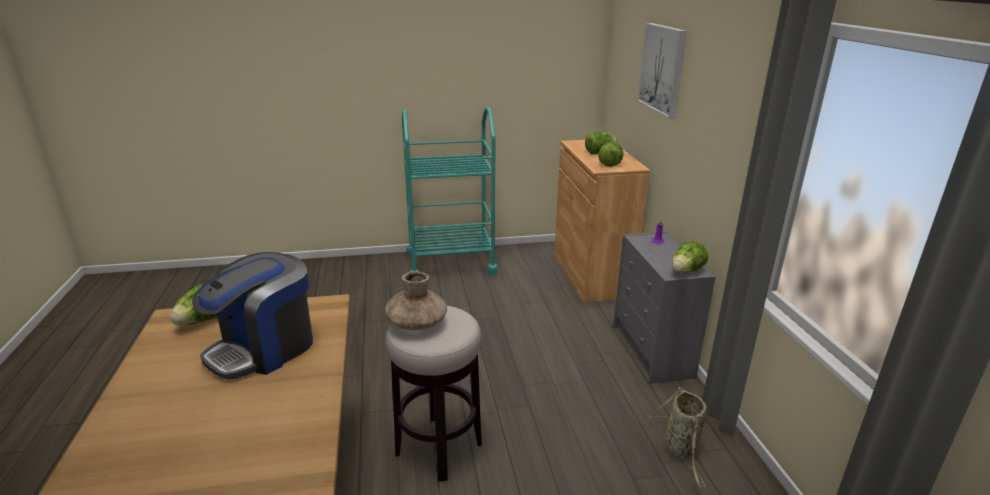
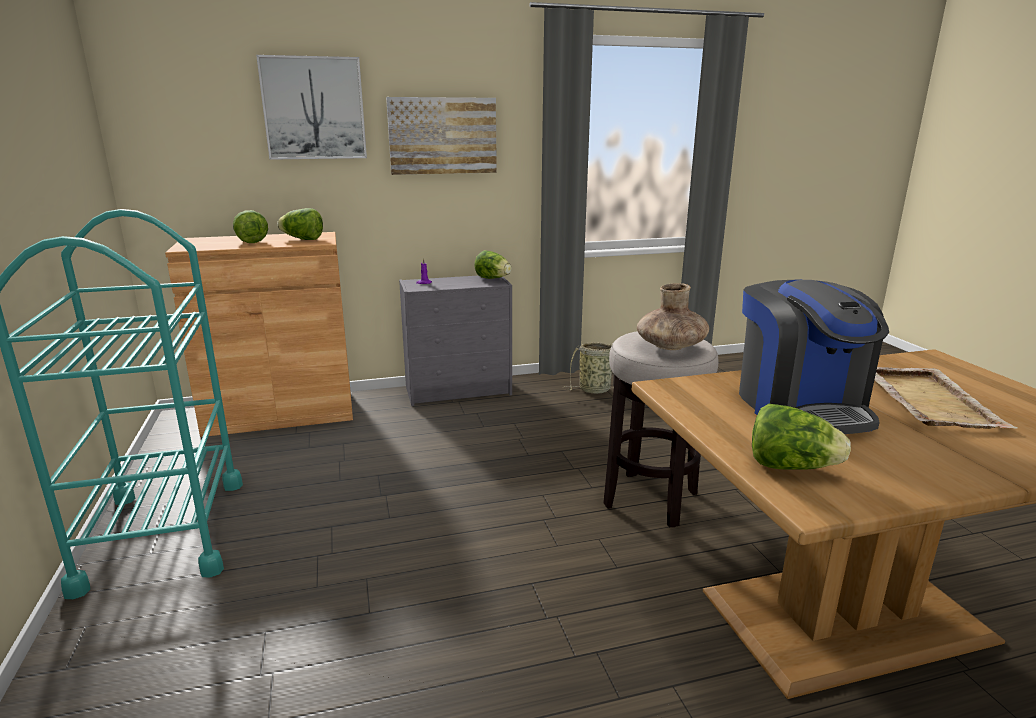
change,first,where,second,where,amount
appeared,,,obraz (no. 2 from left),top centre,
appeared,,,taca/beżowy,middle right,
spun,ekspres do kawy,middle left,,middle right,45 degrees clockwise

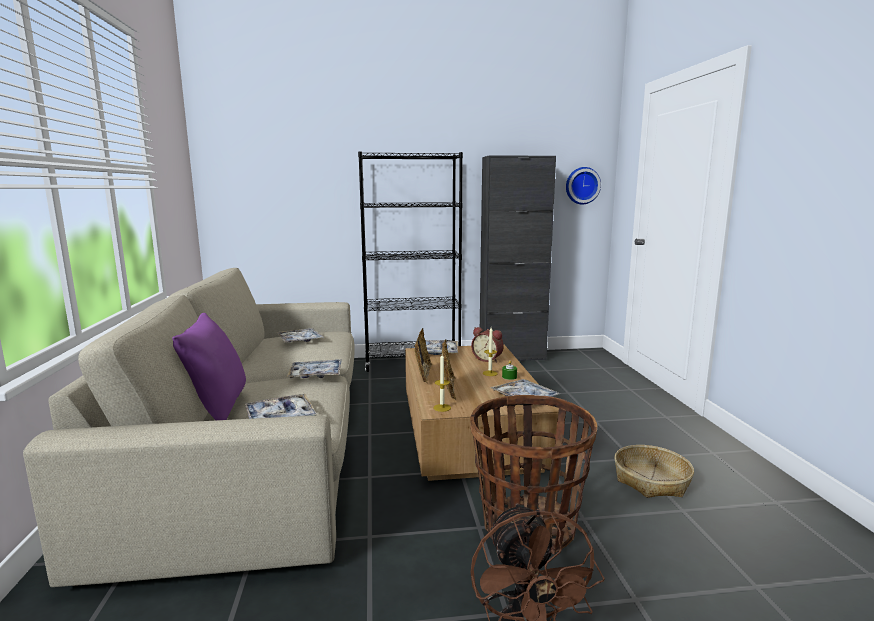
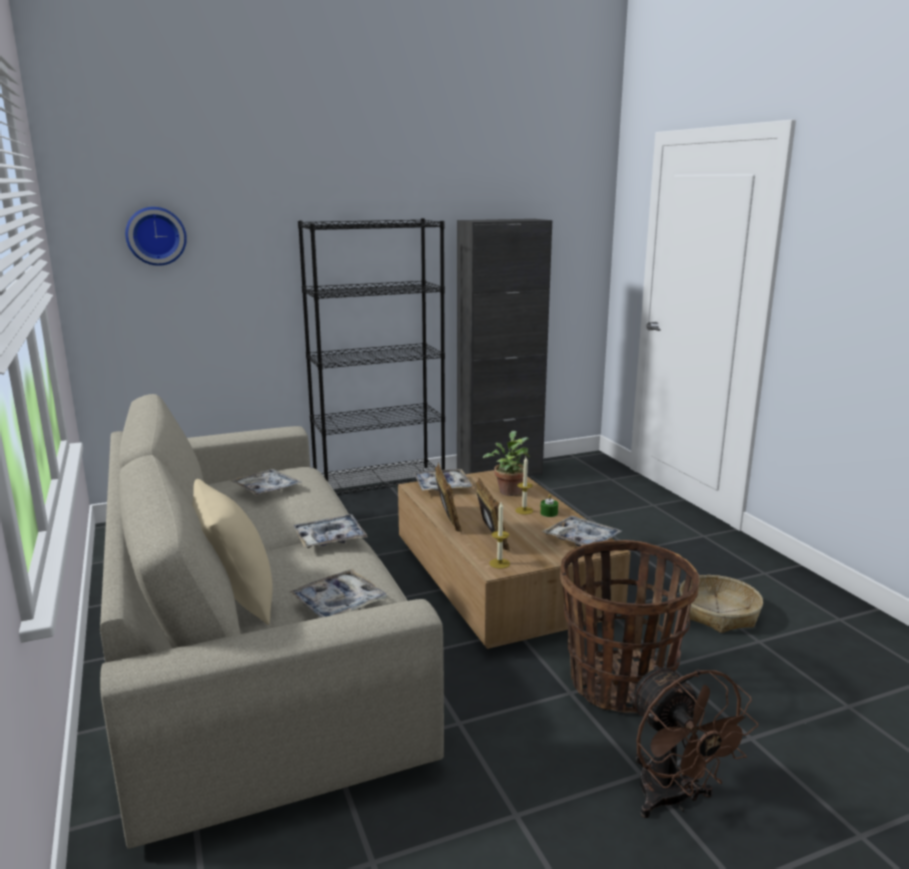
change,first,where,second,where,amount
relocated,zegar ścienny,top right,,top left,
exchanged,budzik,centre,roślina doniczkowa,centre,
colour,poduszka/fioletowy,middle left,poduszka/beżowy,middle left,

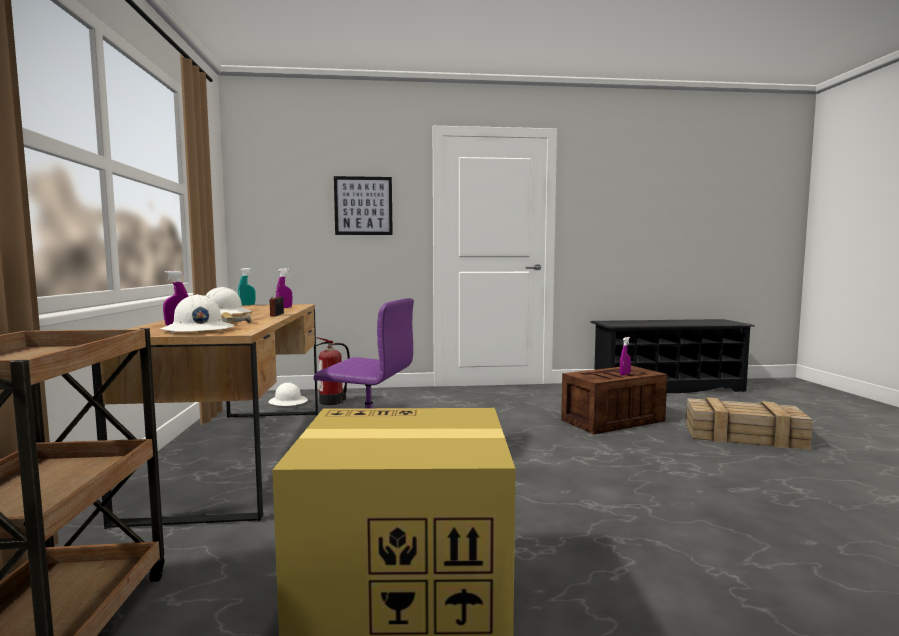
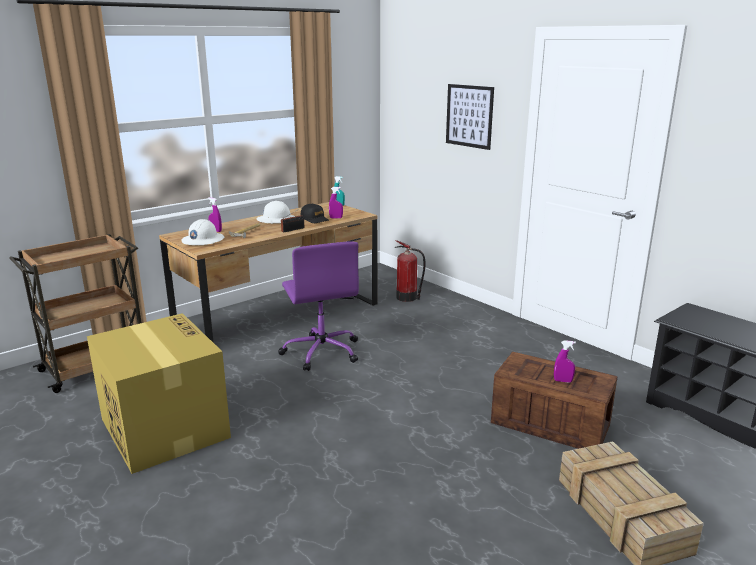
change,first,where,second,where,amount
missing,kask/biały (no. 3 from left),middle left,,,
appeared,,,czapka z daszkiem/czarny,centre,

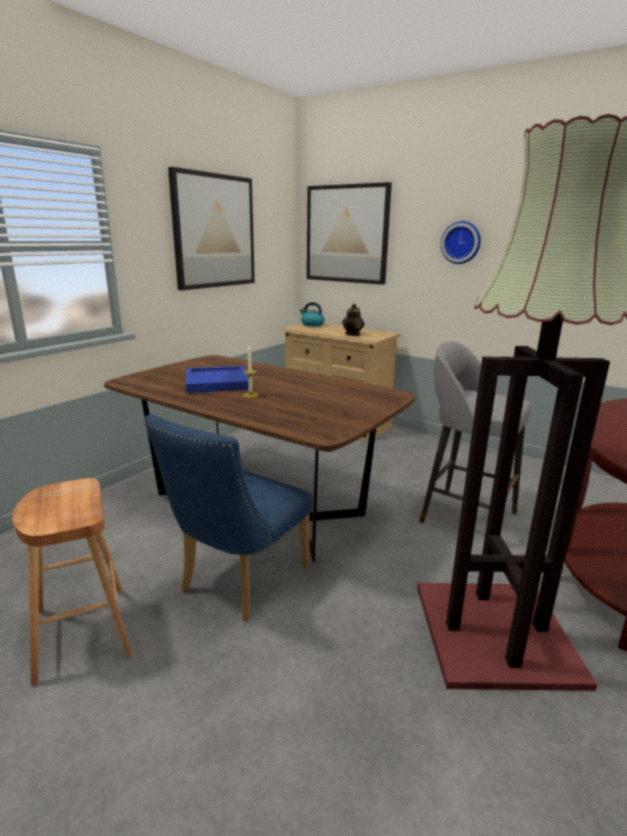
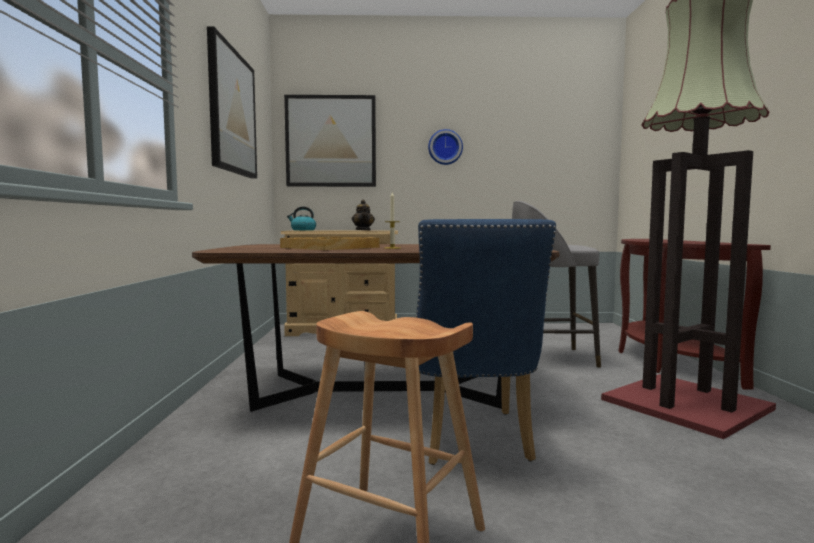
change,first,where,second,where,amount
colour,taca/niebieski,centre,taca/beżowy,centre,

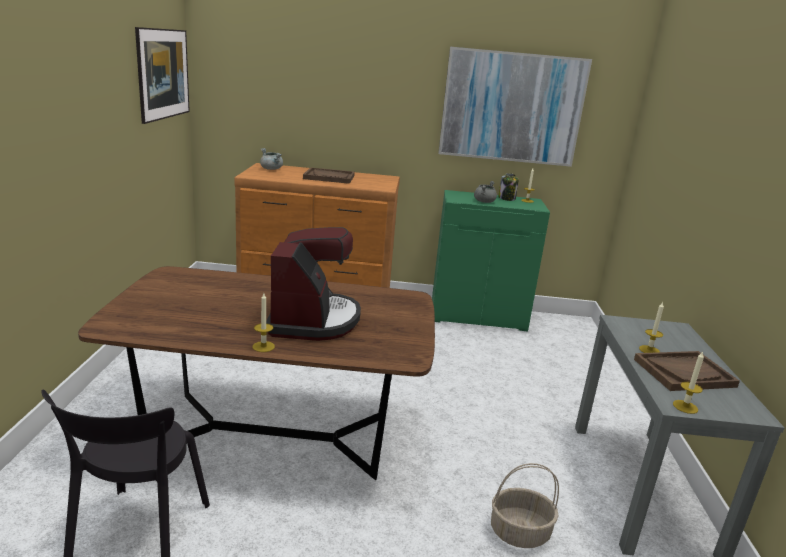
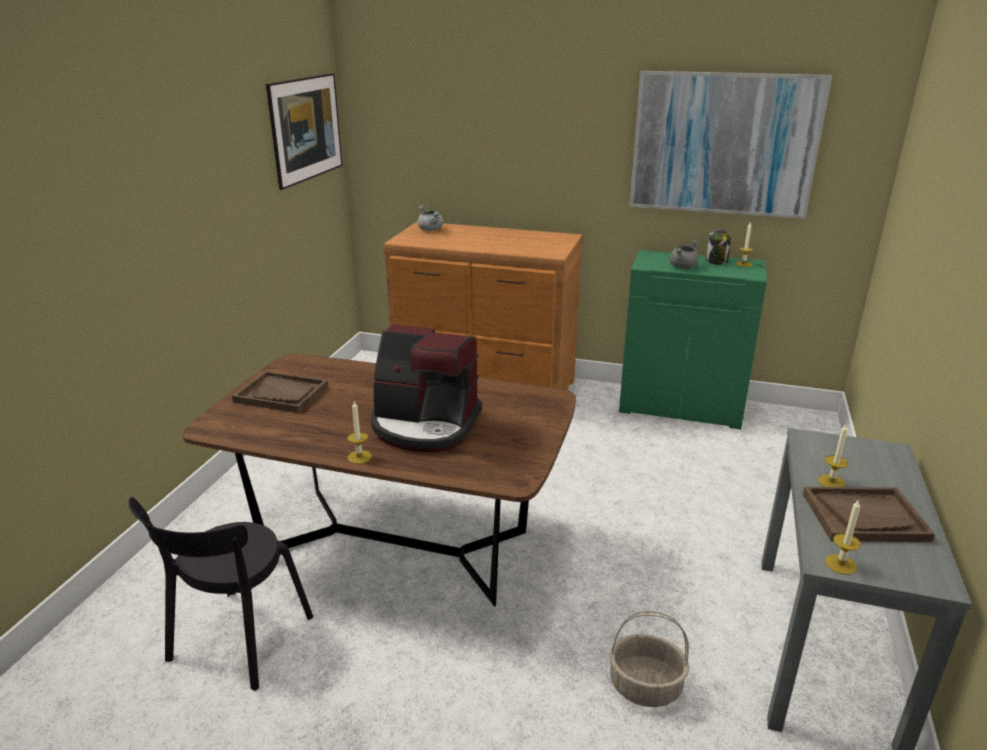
change,first,where,second,where,amount
relocated,taca/brązowy (no. 1 from left),top centre,,middle left,
spun,ekspres do kawy,centre,,centre,90 degrees clockwise

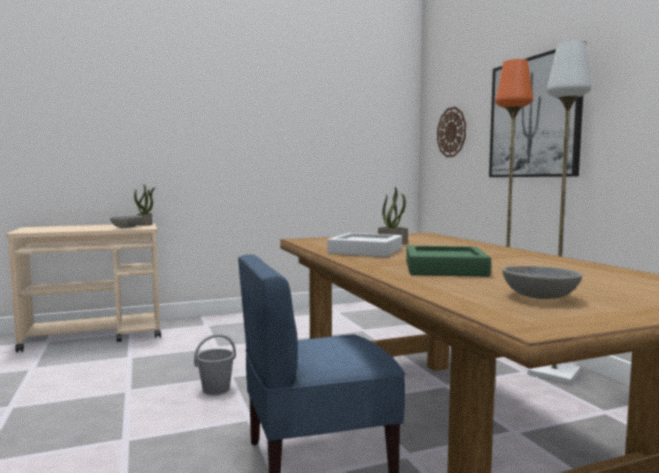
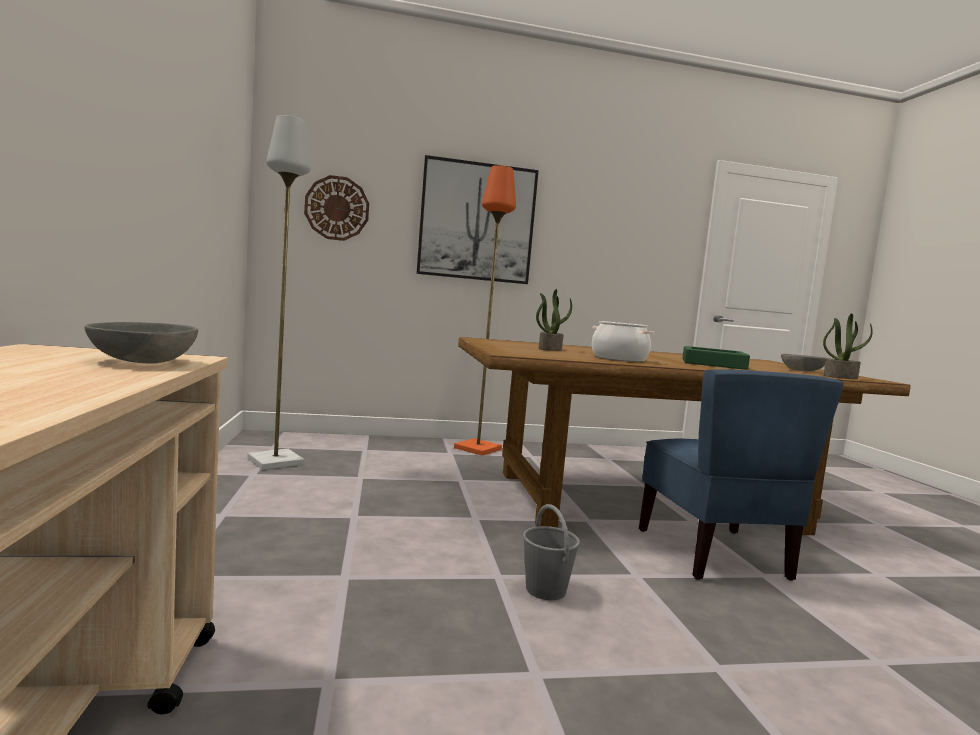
change,first,where,second,where,amount
relocated,roślina doniczkowa (no. 1 from left in the first image),middle left,roślina doniczkowa (no. 2 from left),middle right,
relocated,lampa stojąca/szary,middle right,,middle left,
exchanged,taca/szary,centre,garnek,centre,

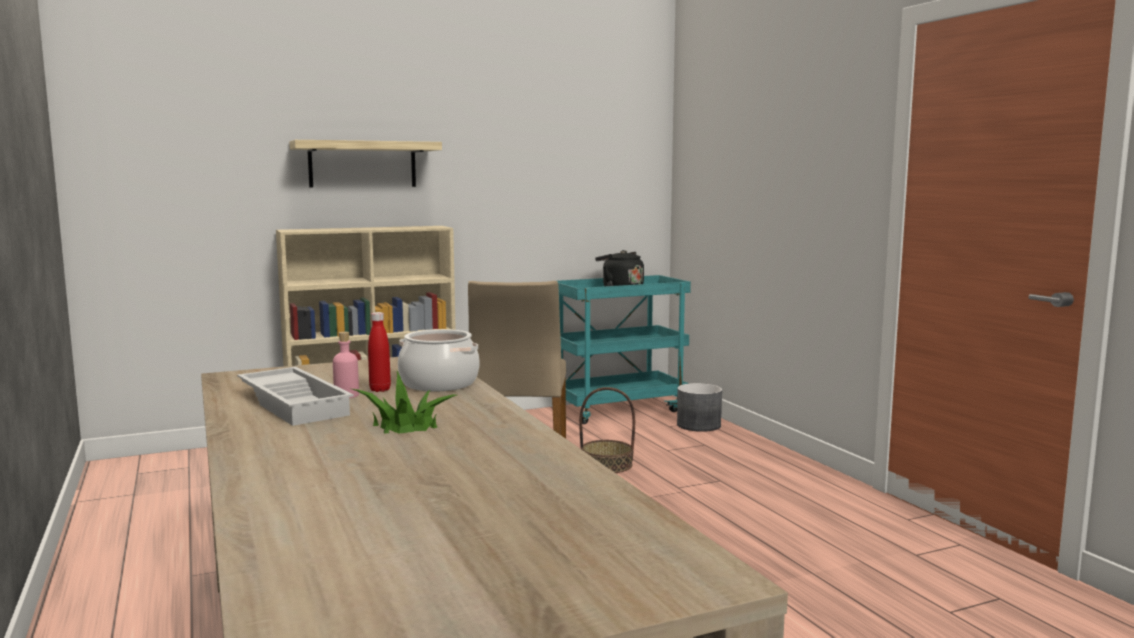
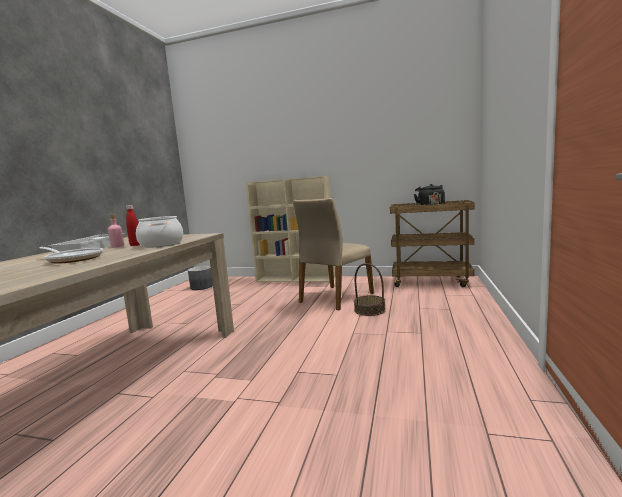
change,first,where,second,where,amount
missing,półka,top left,,,
relocated,donica/szary,centre,,middle left,
exchanged,roślina doniczkowa,centre,patelnia,middle left,
colour,wózek/turkusowy,centre,wózek/brązowy,middle right,

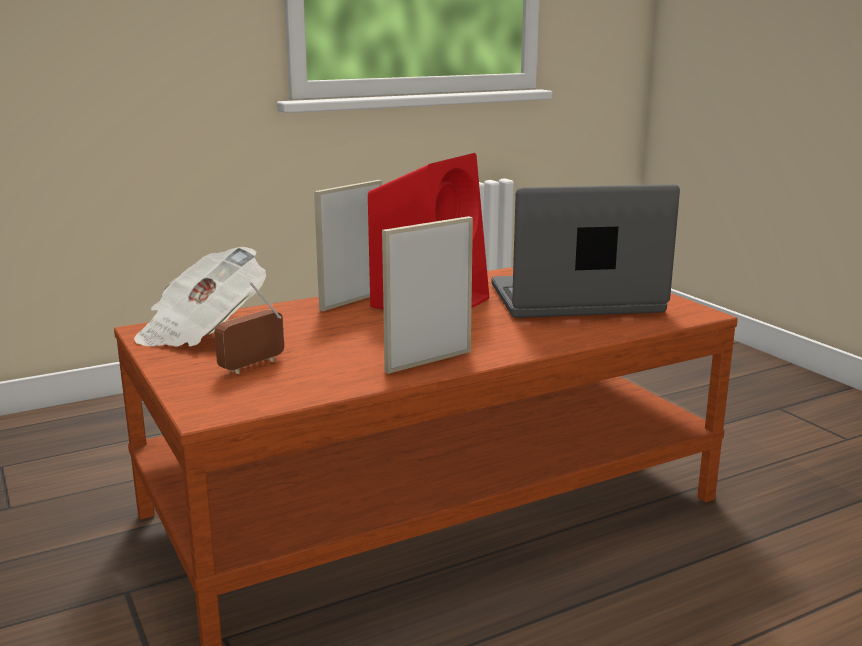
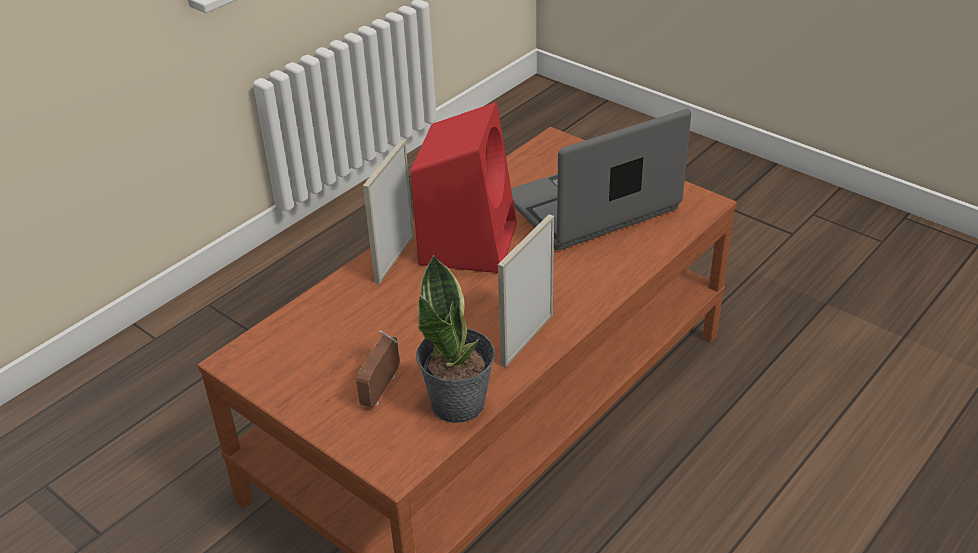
change,first,where,second,where,amount
missing,gazeta,middle left,,,
appeared,,,roślina doniczkowa,centre,

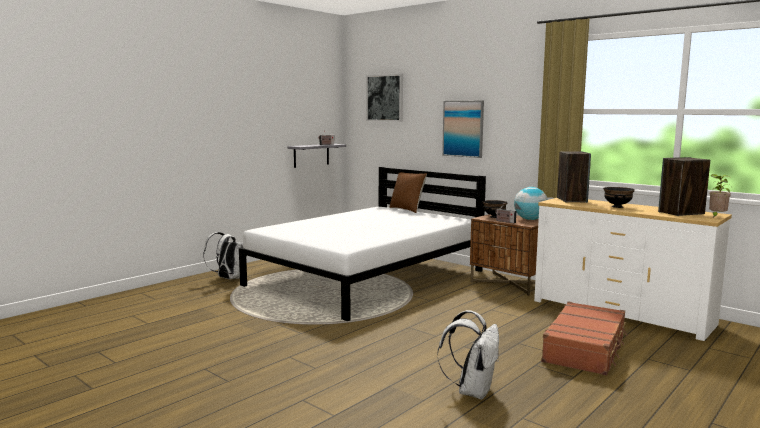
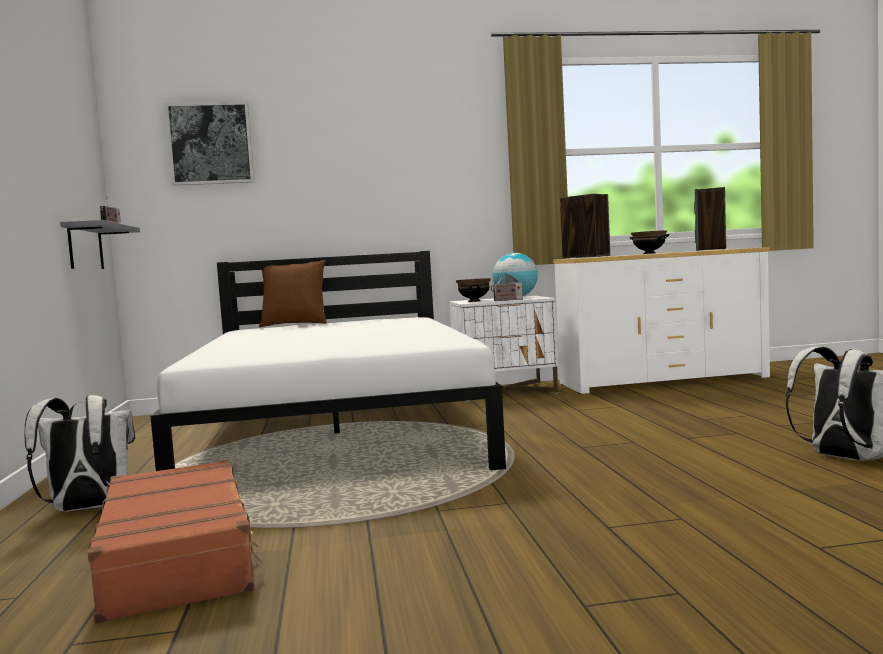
change,first,where,second,where,amount
missing,obraz (no. 2 from left),top centre,,,
missing,roślina doniczkowa,middle right,,,
relocated,walizka/brązowy,bottom right,,bottom left,
colour,szafka nocna/brązowy,centre,szafka nocna/biały,centre,

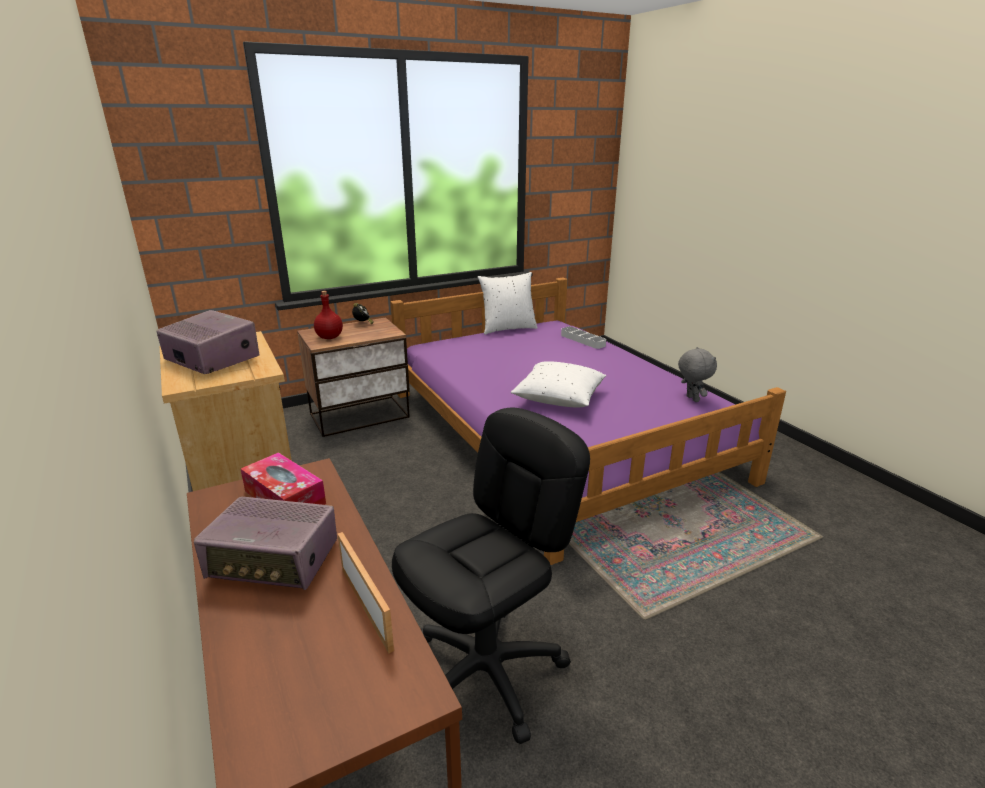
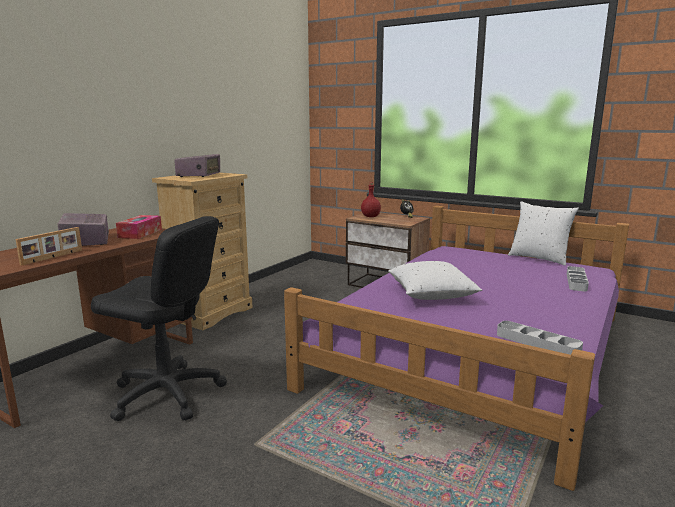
change,first,where,second,where,amount
exchanged,pluszak/szary,middle right,taca/szary (no. 1 from left),bottom right,

